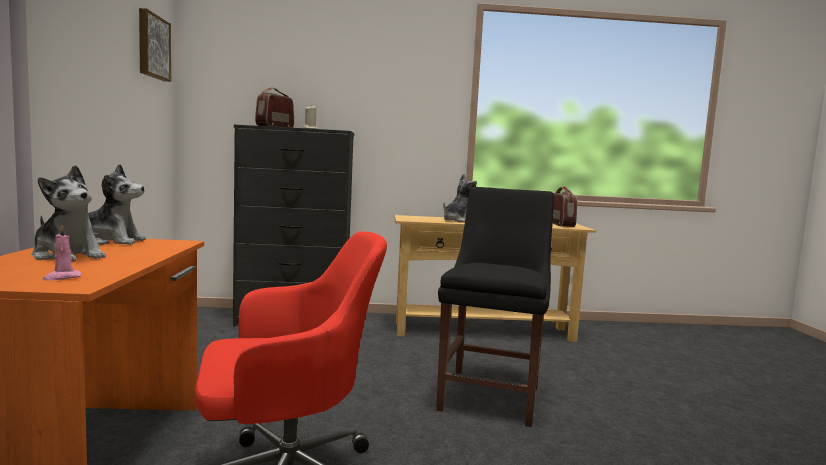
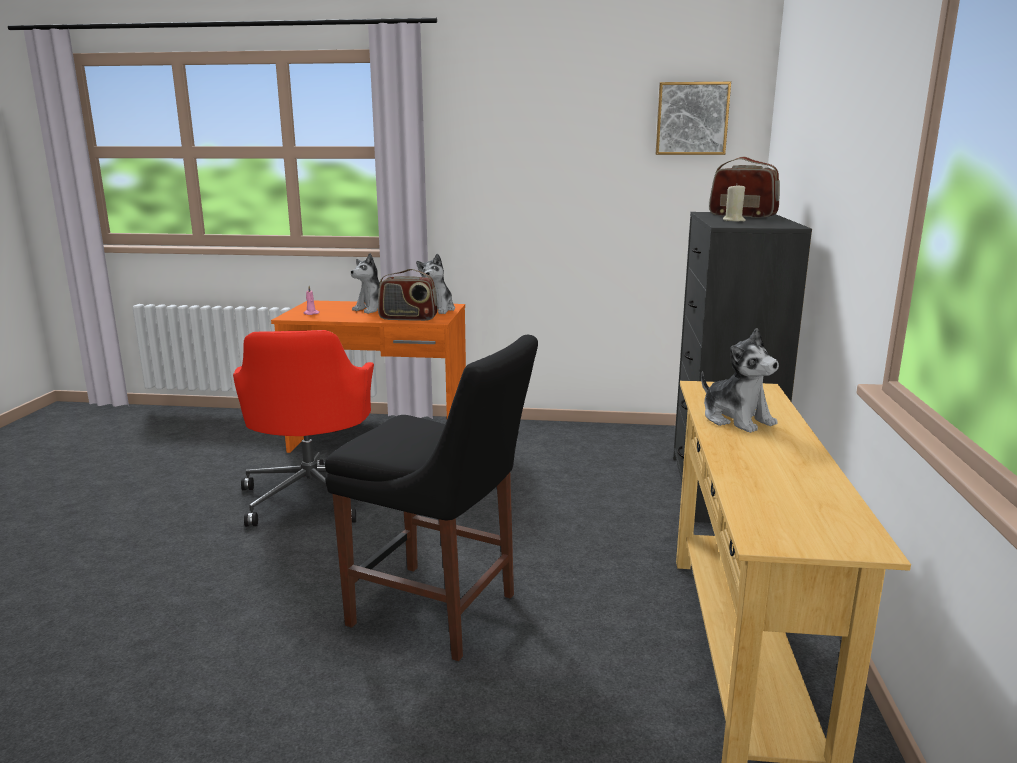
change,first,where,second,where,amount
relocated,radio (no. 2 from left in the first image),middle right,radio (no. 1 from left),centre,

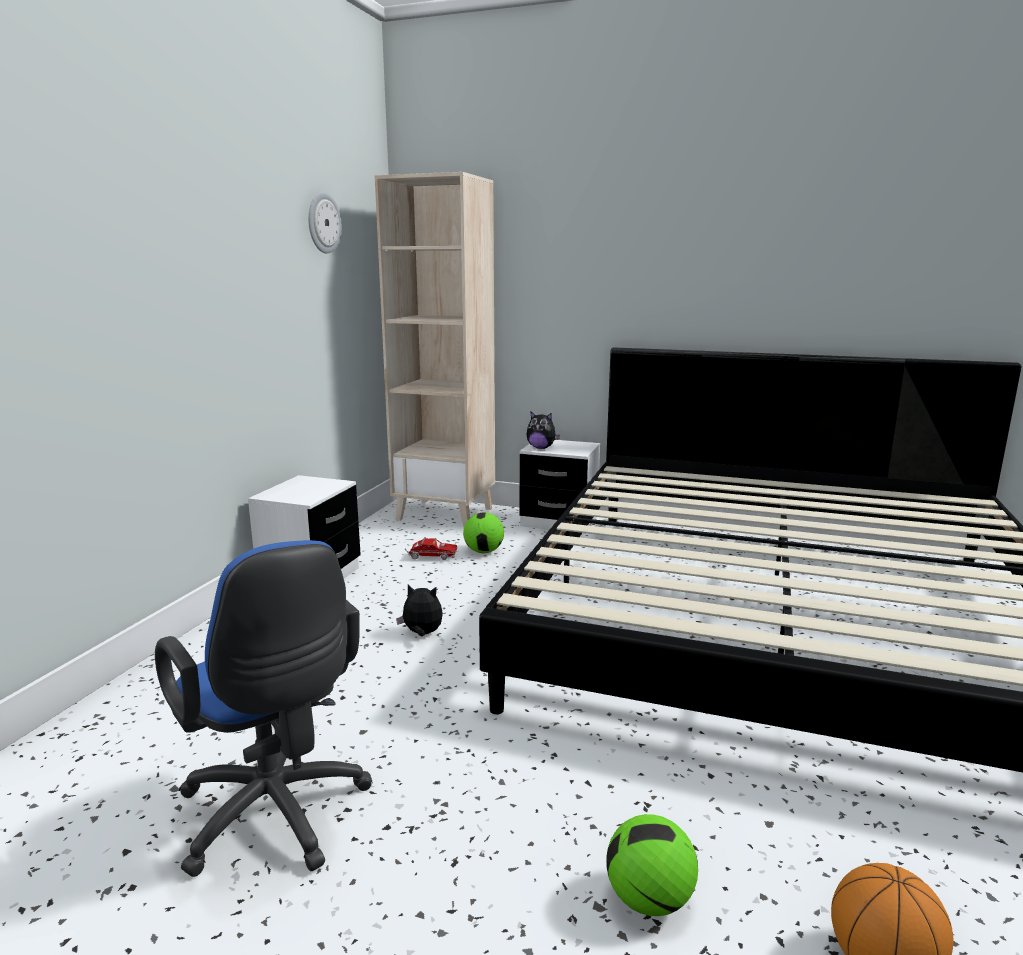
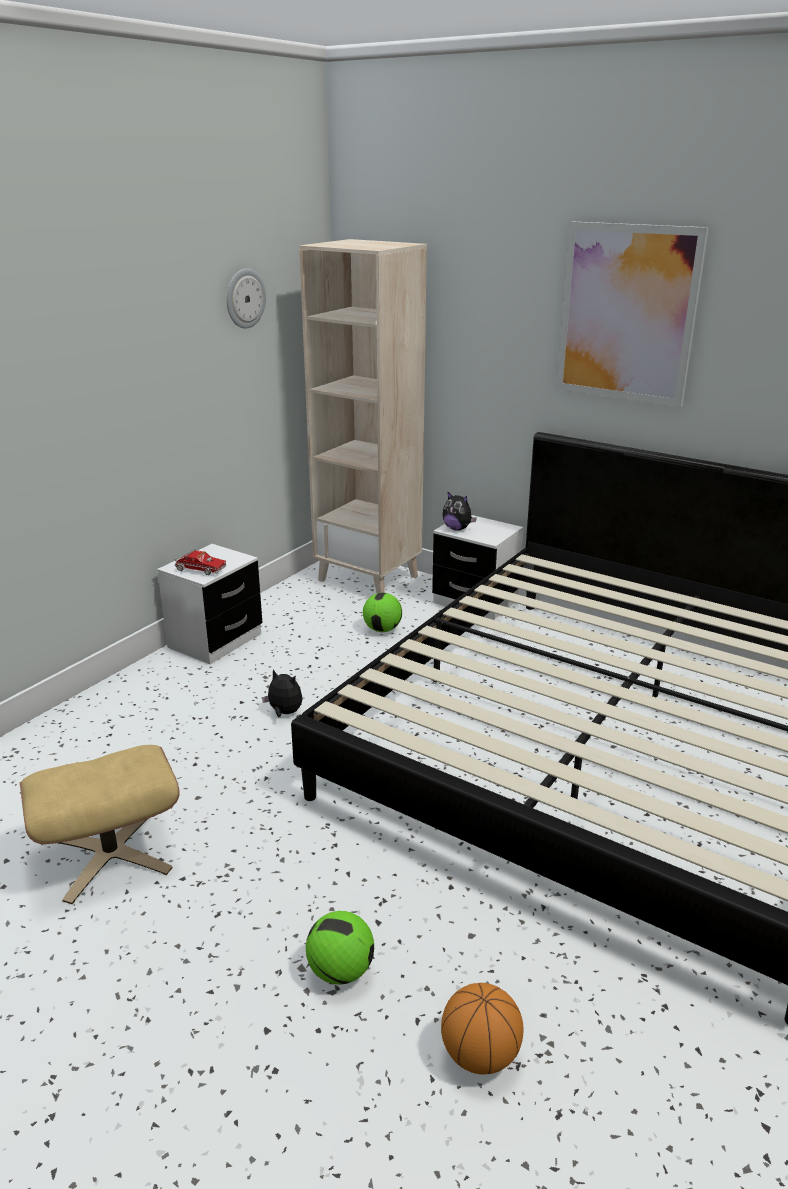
change,first,where,second,where,amount
appeared,,,obraz,top right,
relocated,ciężarówka zabawkowa,centre,,middle left,
exchanged,krzesło biurowe/niebieski,bottom left,pufa/beżowy,bottom left,

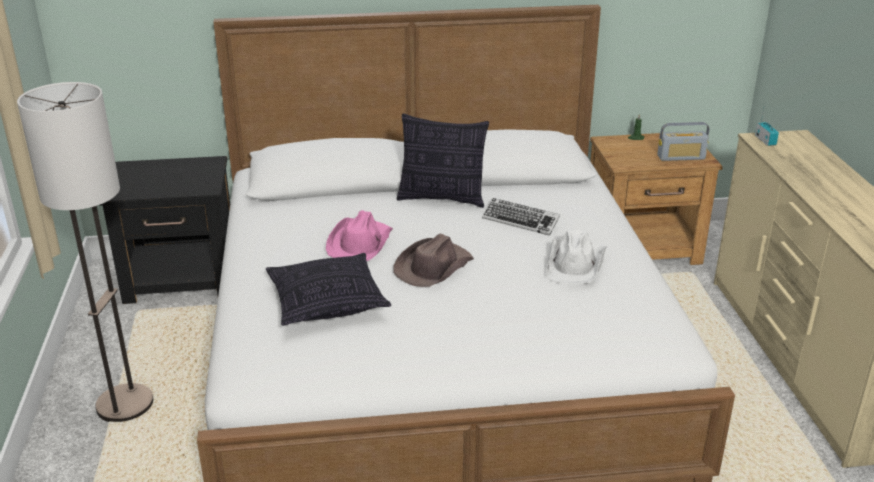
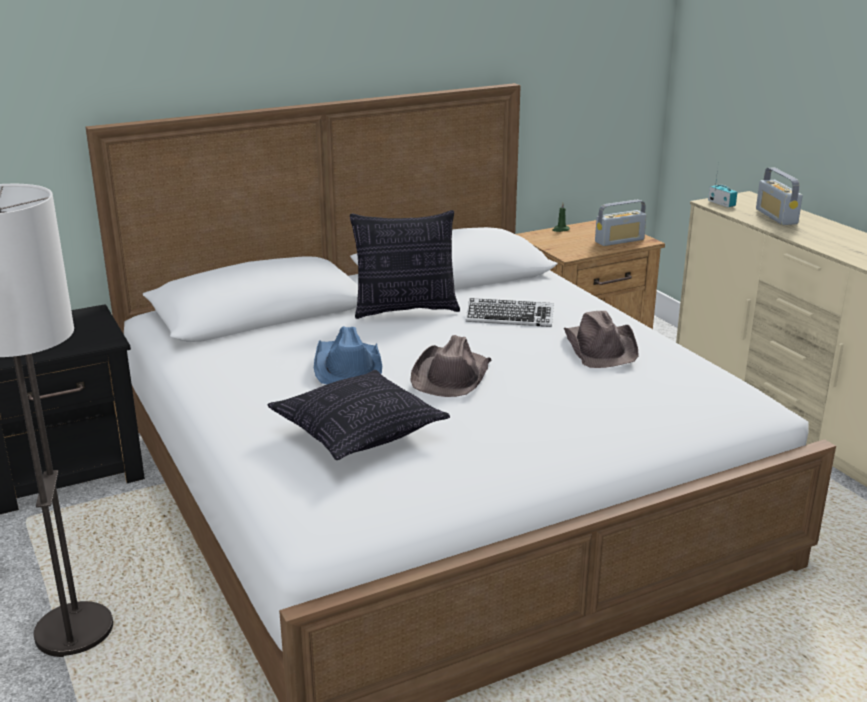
change,first,where,second,where,amount
appeared,,,radio (no. 3 from left),top right,
colour,kapelusz/różowy,centre,kapelusz/niebieski,centre,
colour,kapelusz/biały,centre,kapelusz/brązowy (no. 2 from left),middle right,

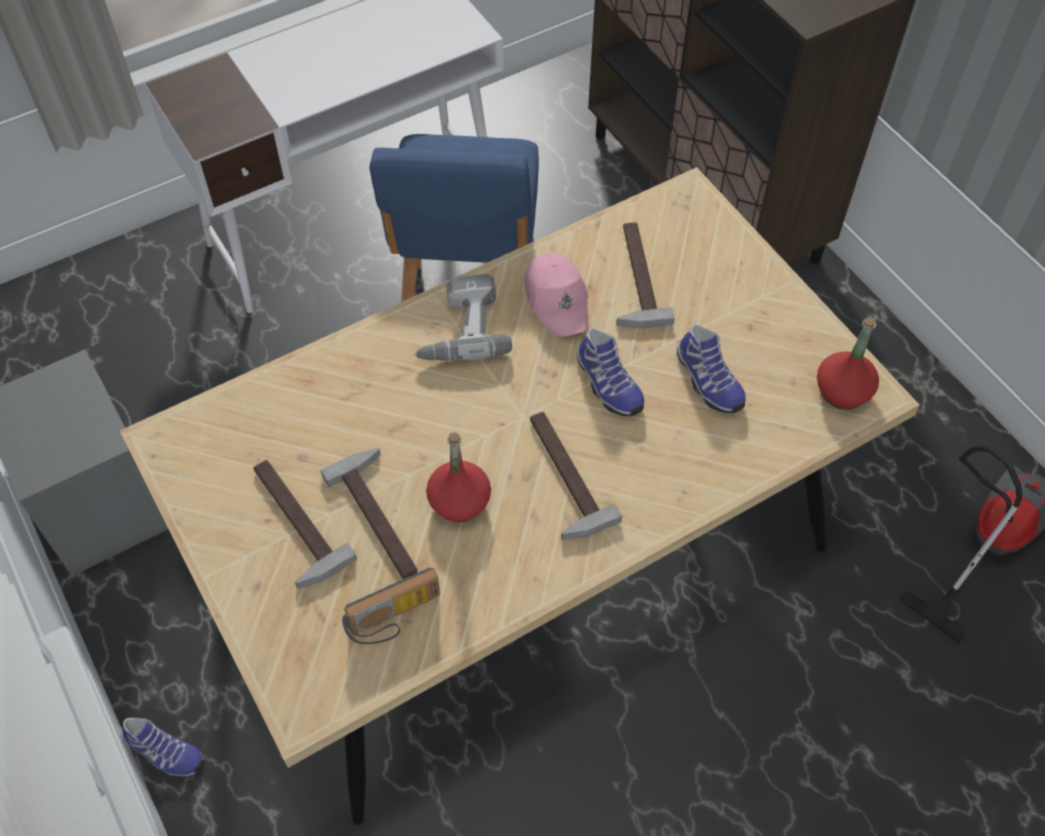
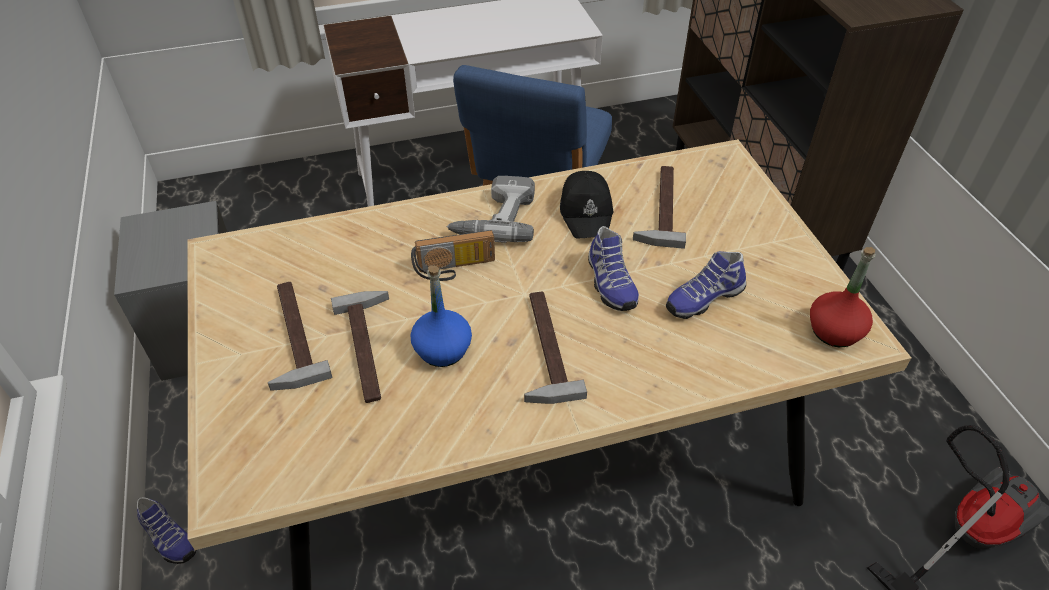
change,first,where,second,where,amount
relocated,radio,bottom centre,,centre,
colour,butelka/czerwony (no. 1 from left),centre,butelka/niebieski,centre,
colour,czapka z daszkiem/różowy,centre,czapka z daszkiem/czarny,centre,
spun,but (no. 3 from left),middle right,,middle right,75 degrees clockwise

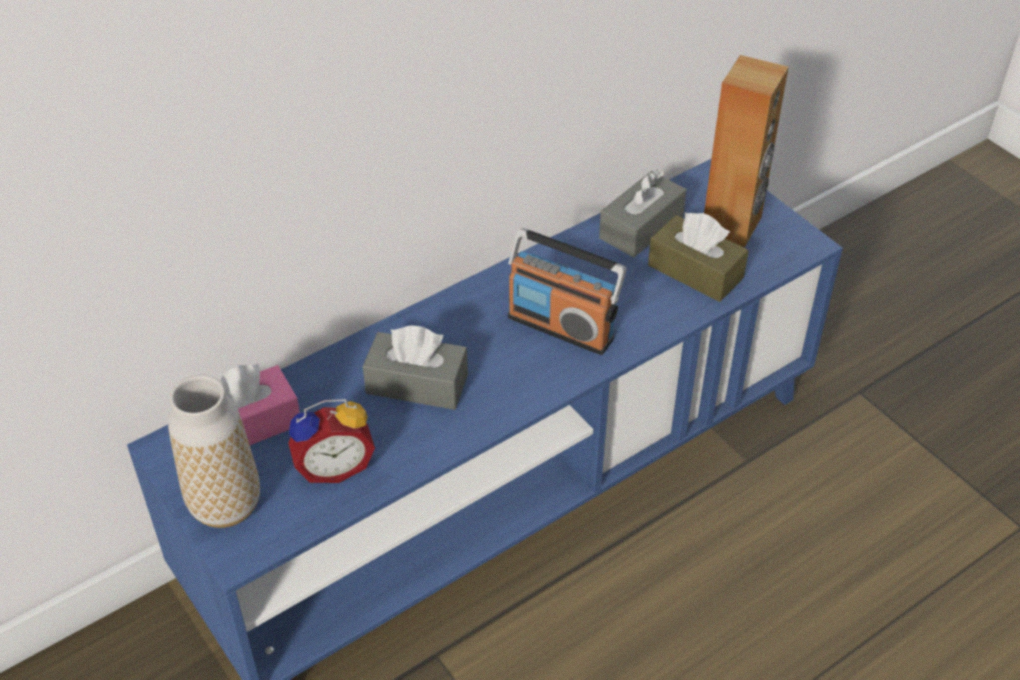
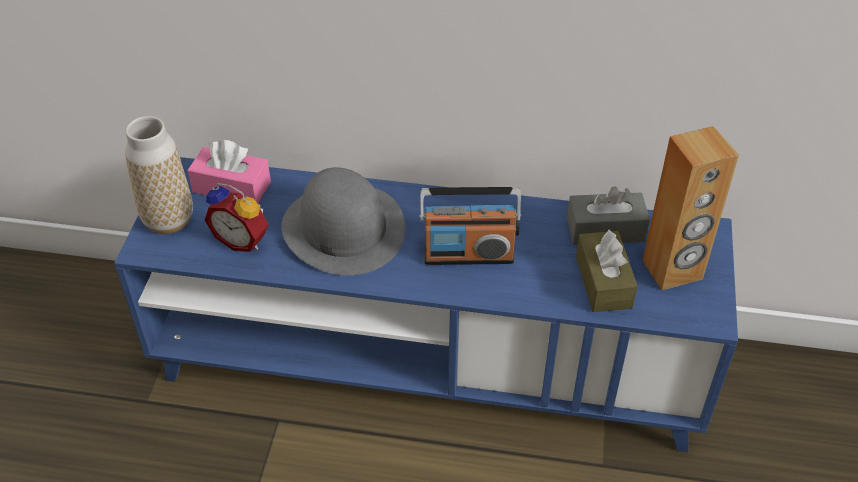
change,first,where,second,where,amount
exchanged,pudełko chusteczek/szary (no. 1 from left),centre,kapelusz/szary,centre,
spun,radio,centre,,centre,75 degrees counterclockwise

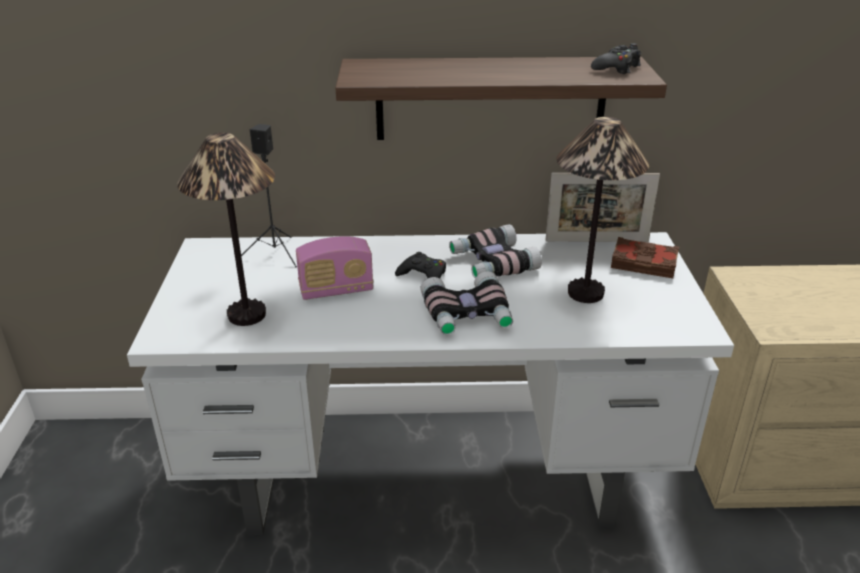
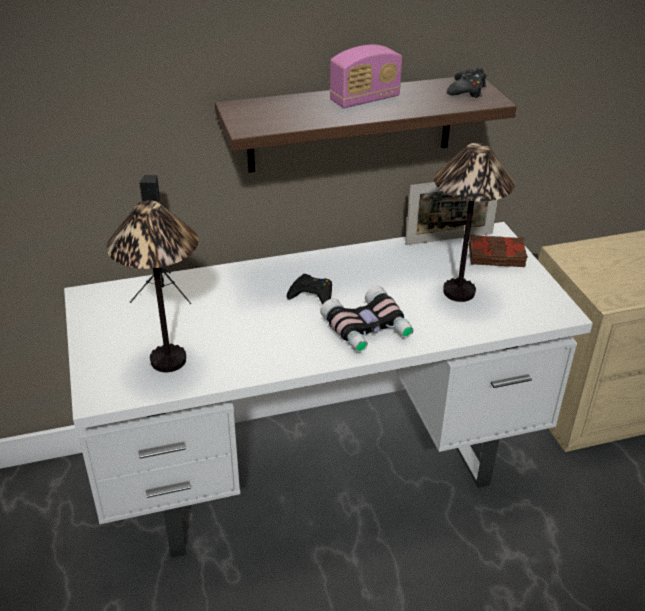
change,first,where,second,where,amount
missing,lornetka (no. 2 from left),centre,,,
relocated,radio,centre,,top centre,

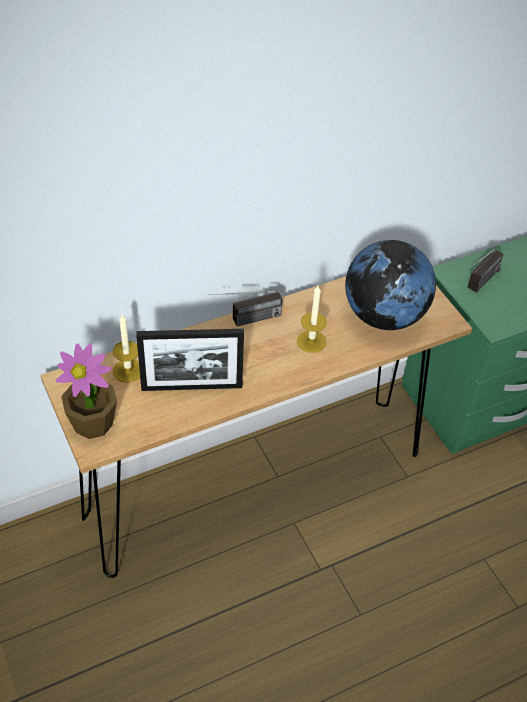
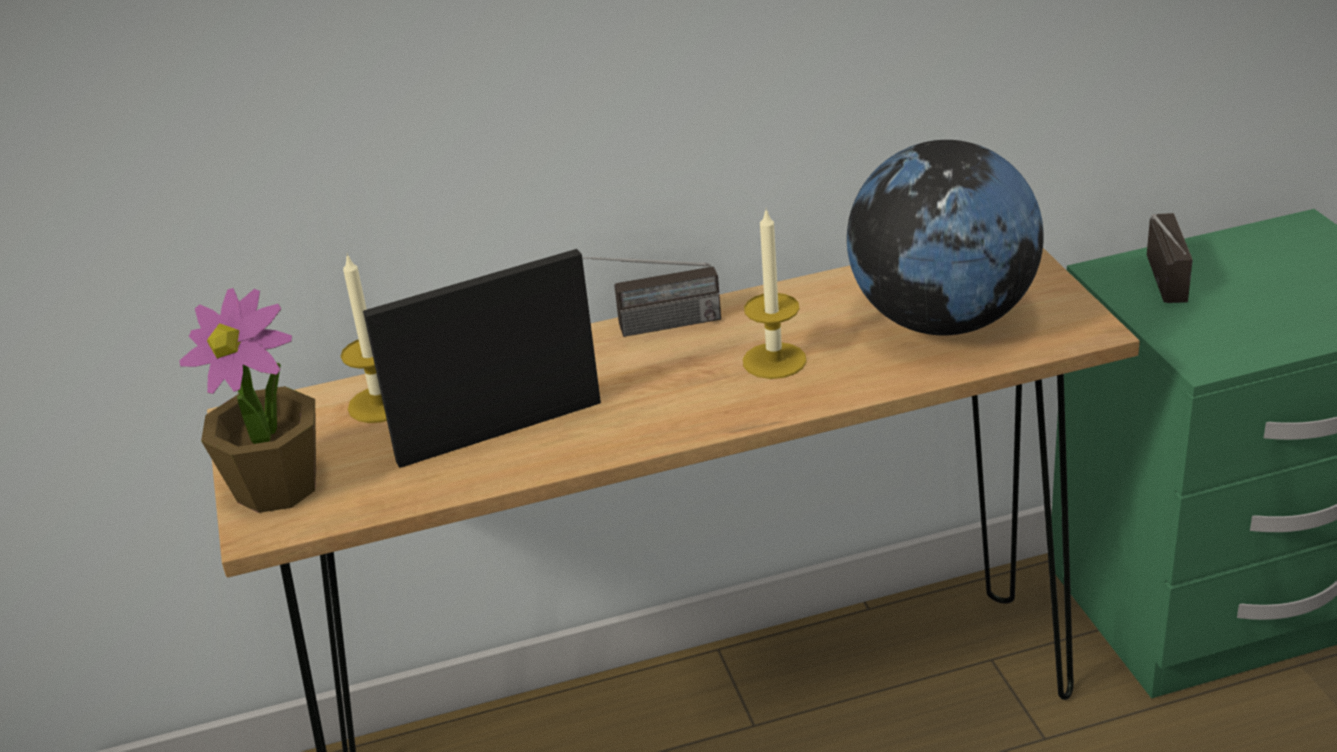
change,first,where,second,where,amount
spun,ramka na zdjęcie,centre,,centre,150 degrees clockwise
spun,radio (no. 2 from left),middle right,,middle right,45 degrees counterclockwise

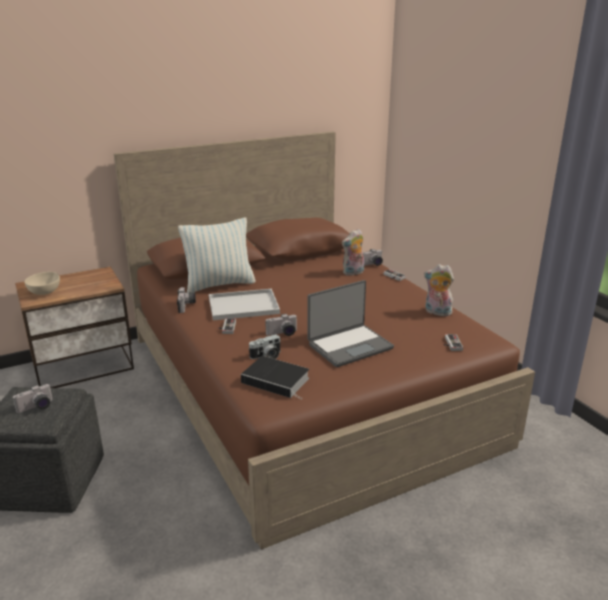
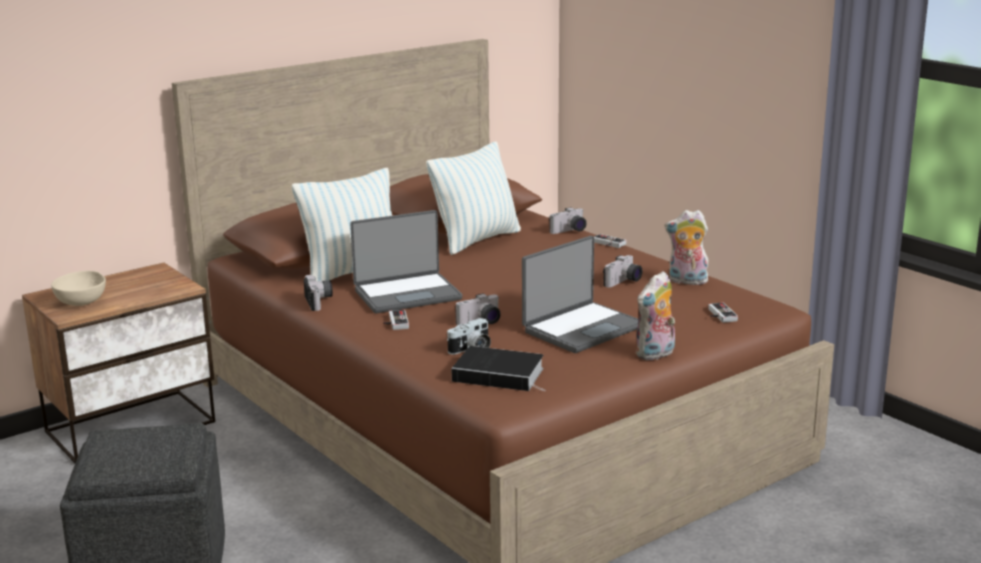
change,first,where,second,where,amount
appeared,,,poduszka (no. 2 from left),centre,
relocated,aparat fotograficzny (no. 1 from left in the first image),middle left,aparat fotograficzny (no. 5 from left),centre,
relocated,pluszak (no. 1 from left),centre,,middle right,
exchanged,taca/biały,centre,laptop (no. 1 from left),centre,

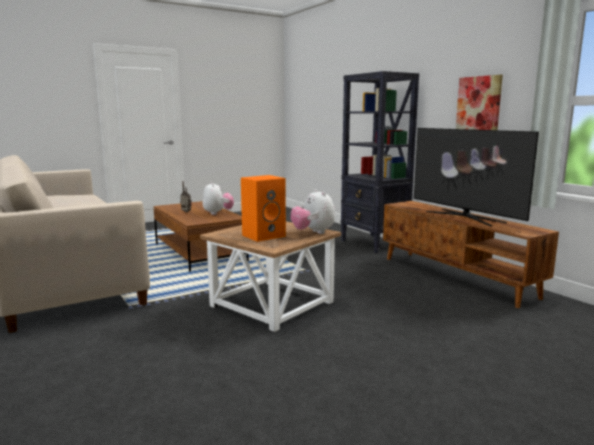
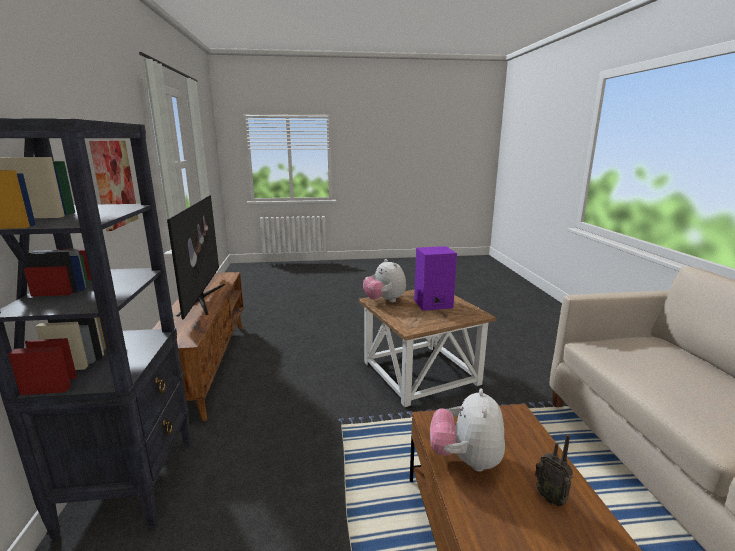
change,first,where,second,where,amount
colour,głośnik/pomarańczowy,centre,głośnik/fioletowy,centre,
spun,pluszak (no. 2 from left in the first image),centre,pluszak (no. 1 from left),centre,150 degrees clockwise

